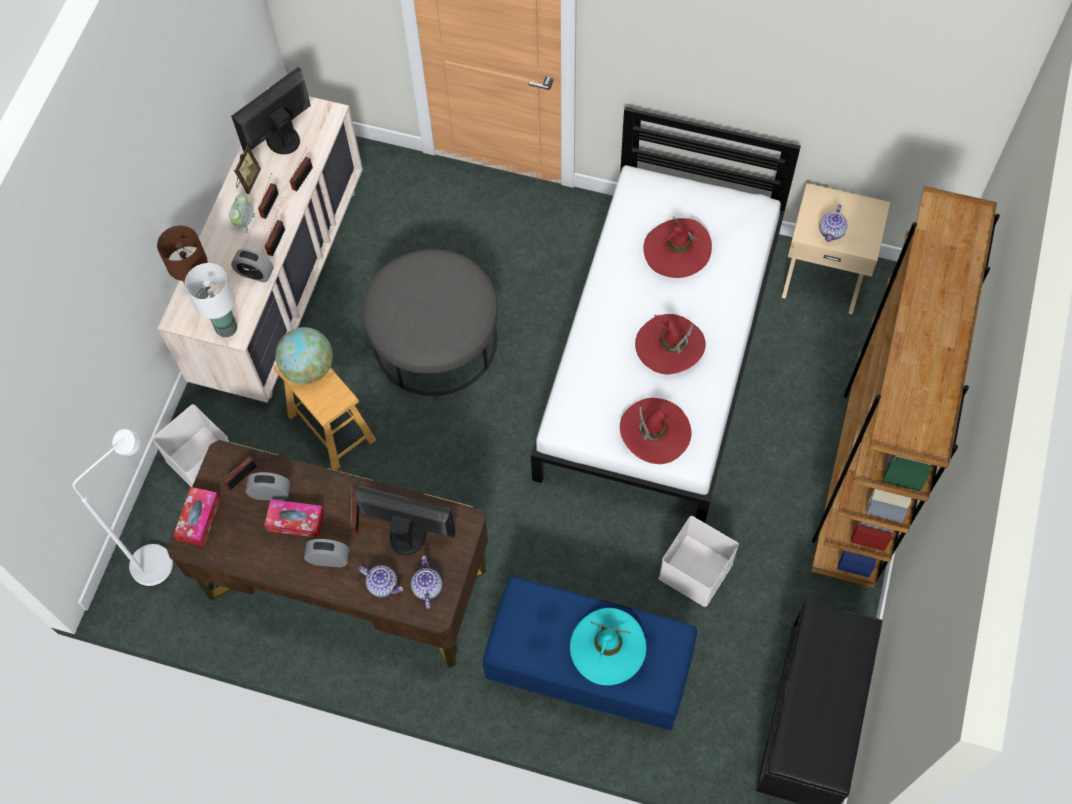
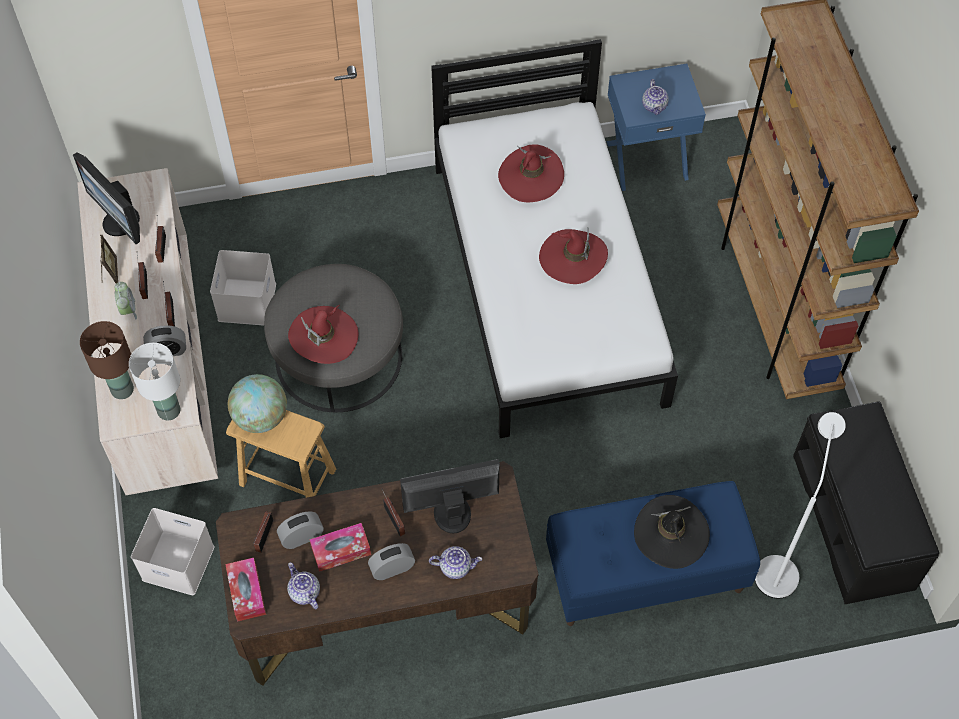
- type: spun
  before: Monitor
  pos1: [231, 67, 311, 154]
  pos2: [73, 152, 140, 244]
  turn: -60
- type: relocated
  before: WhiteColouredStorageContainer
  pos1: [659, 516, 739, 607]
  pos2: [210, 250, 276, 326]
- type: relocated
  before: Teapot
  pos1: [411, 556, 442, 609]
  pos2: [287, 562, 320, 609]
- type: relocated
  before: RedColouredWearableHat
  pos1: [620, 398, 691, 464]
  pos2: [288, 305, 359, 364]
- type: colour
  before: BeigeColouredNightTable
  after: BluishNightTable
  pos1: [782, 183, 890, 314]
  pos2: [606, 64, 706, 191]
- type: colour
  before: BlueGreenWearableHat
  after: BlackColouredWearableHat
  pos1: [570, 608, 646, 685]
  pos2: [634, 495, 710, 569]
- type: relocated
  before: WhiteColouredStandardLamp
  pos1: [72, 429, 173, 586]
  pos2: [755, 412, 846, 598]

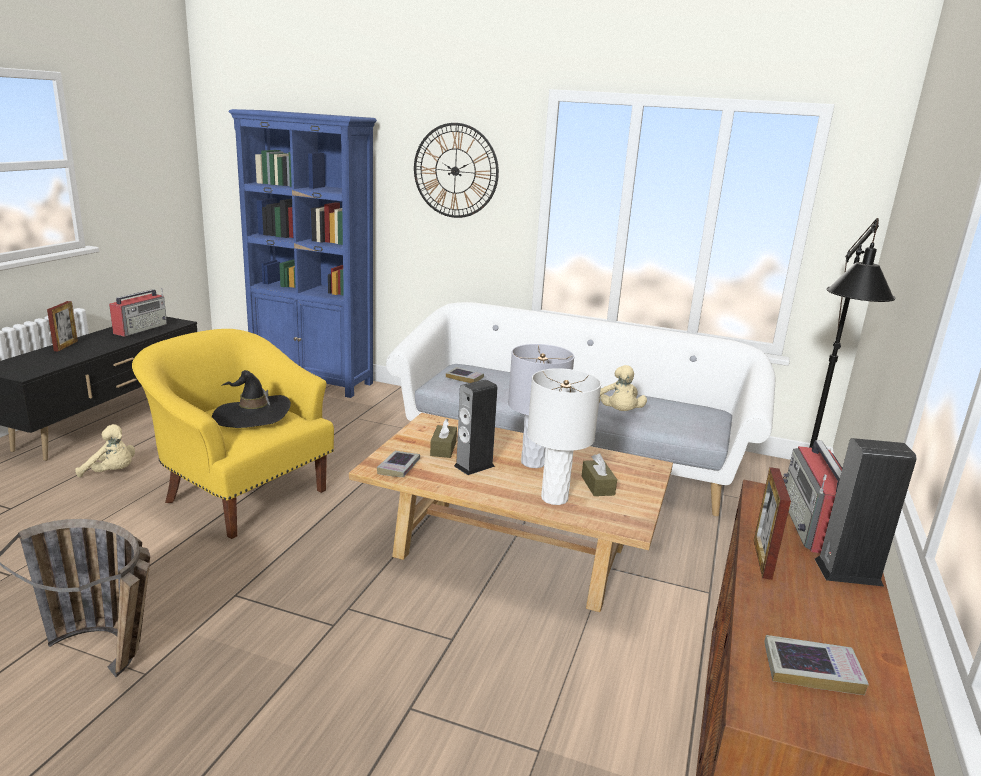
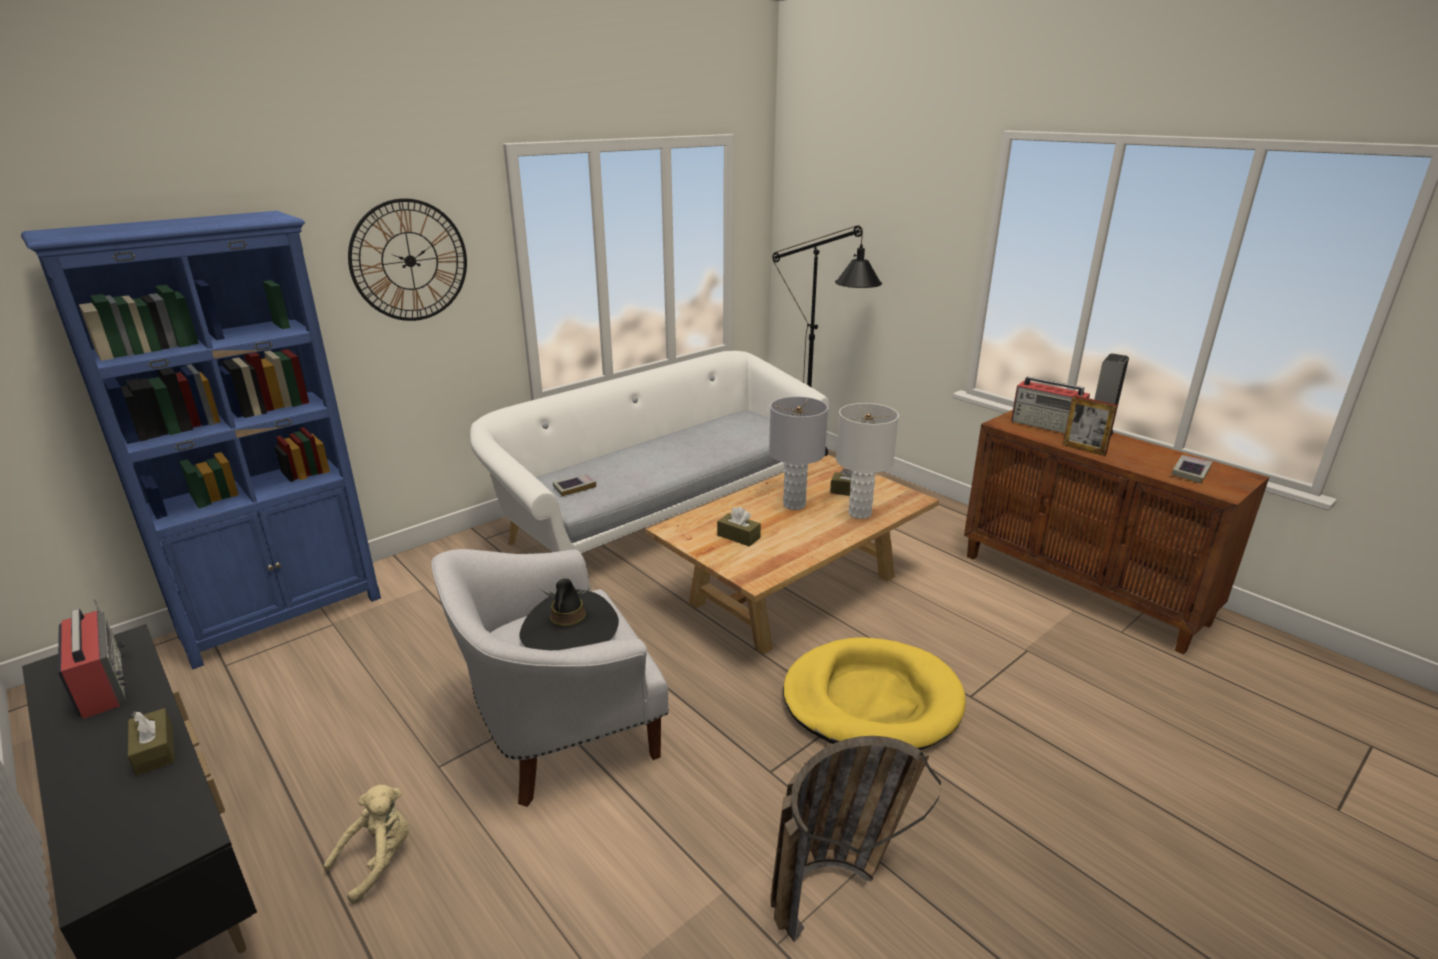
- type: appeared
  after: BrownBoxOfTissues
  pos2: [128, 708, 175, 776]
- type: colour
  before: YellowColouredArmchair
  after: WhiteColouredArmchair
  pos1: [132, 329, 334, 539]
  pos2: [431, 549, 669, 807]
- type: appeared
  after: YellowColouredDogCushion
  pos2: [783, 637, 966, 750]
- type: missing
  before: PhotoFrame
  pos1: [47, 301, 78, 352]
- type: missing
  before: Book
  pos1: [377, 451, 420, 477]
- type: missing
  before: Loudspeaker
  pos1: [454, 379, 497, 475]
- type: missing
  before: BeigeColouredCuddlyToy
  pos1: [599, 365, 647, 411]

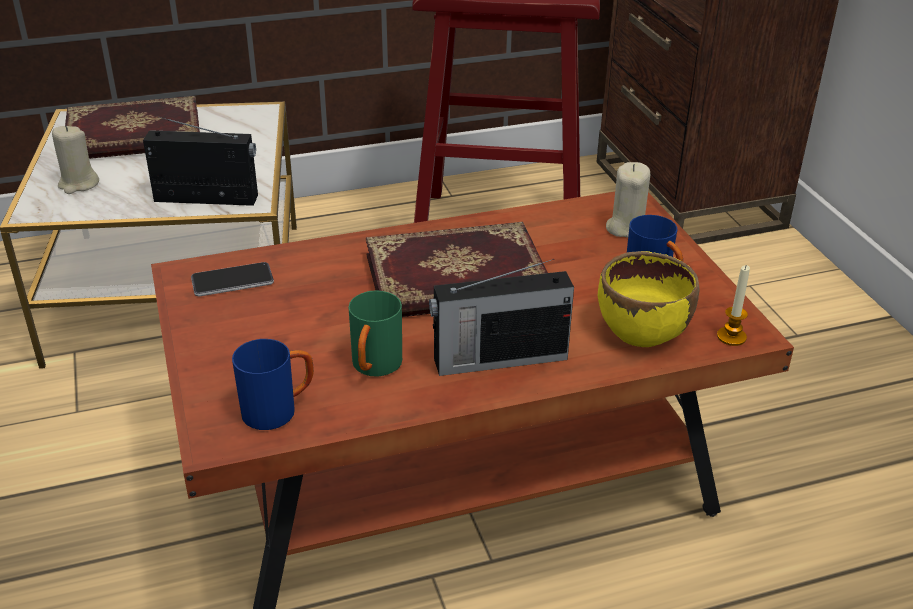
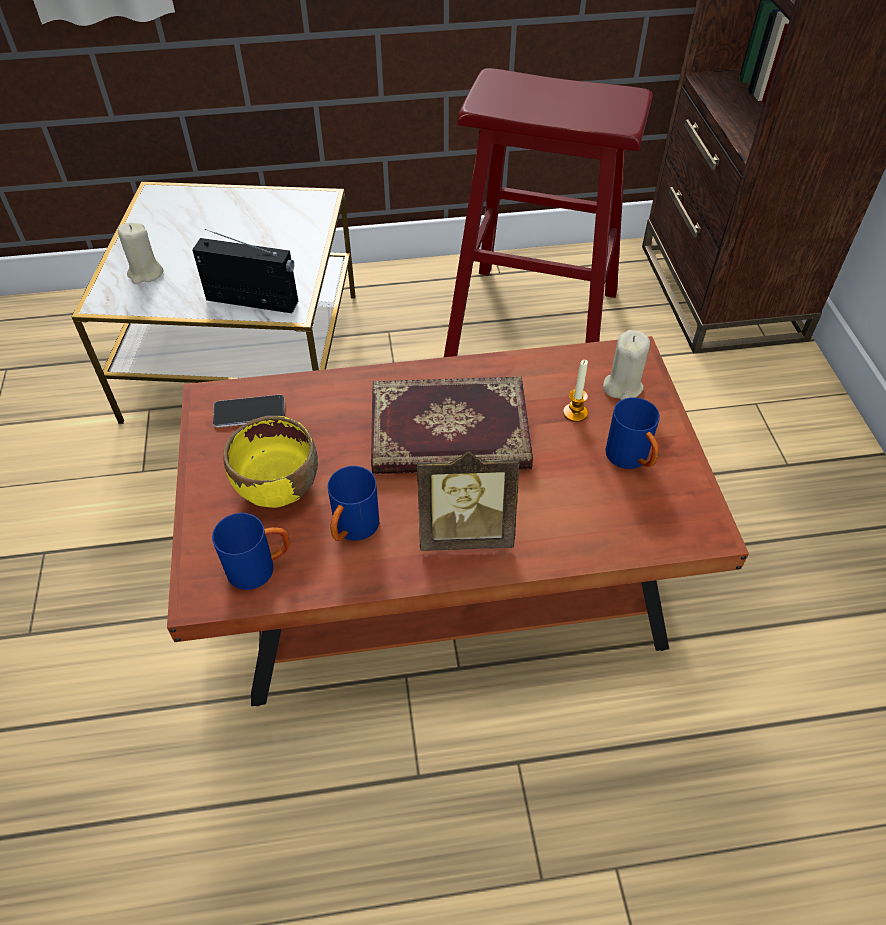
- type: relocated
  before: YellowColouredBowl
  pos1: [598, 251, 700, 347]
  pos2: [223, 416, 318, 508]
- type: colour
  before: GreenColouredCoffeeMug
  after: BluishCoffeeMug
  pos1: [349, 291, 402, 377]
  pos2: [328, 466, 379, 541]
- type: exchanged
  before: RadioReceiver
  after: PhotoFrame
  pos1: [429, 259, 574, 376]
  pos2: [417, 451, 520, 551]
- type: relocated
  before: WaxCandle
  pos1: [717, 265, 750, 346]
  pos2: [563, 360, 588, 422]
- type: missing
  before: Book
  pos1: [65, 96, 200, 159]

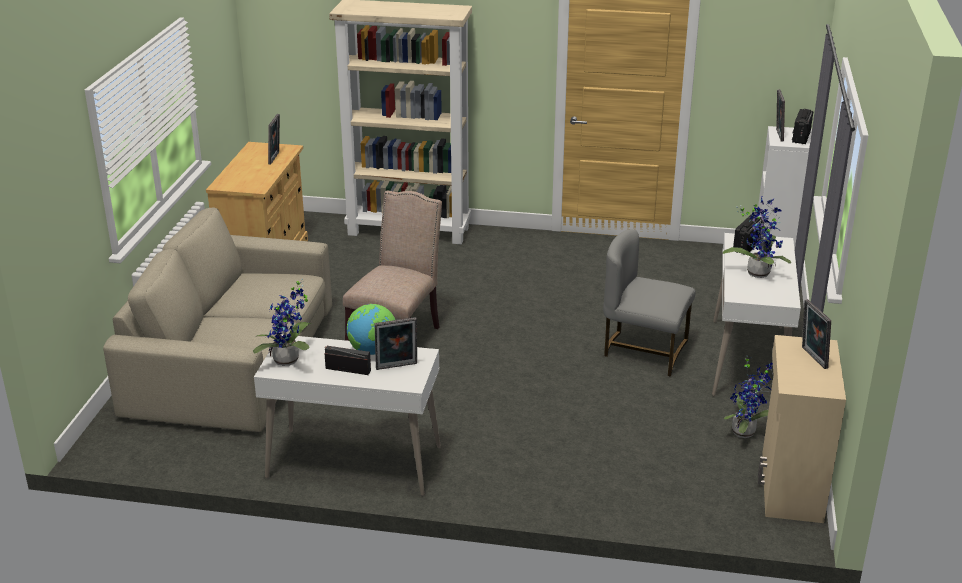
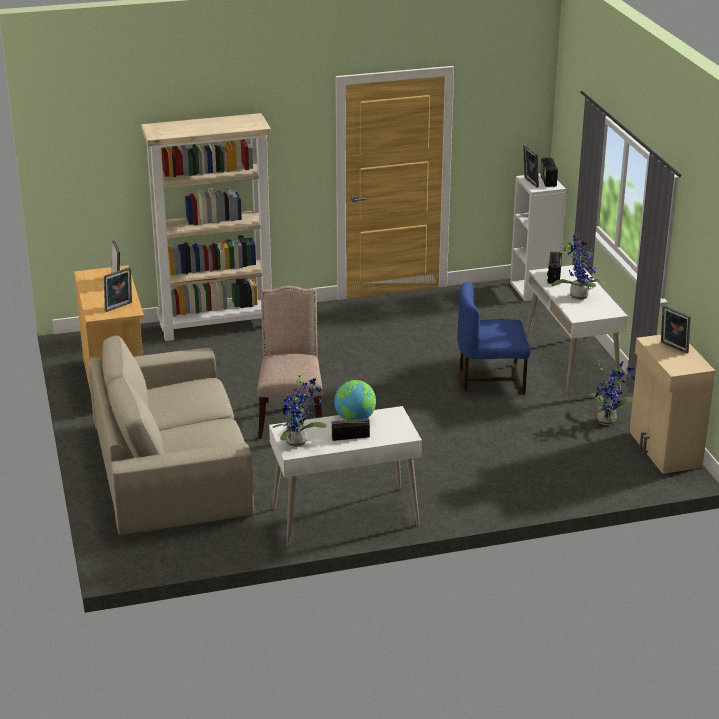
- type: relocated
  before: PhotoFrame
  pos1: [374, 317, 417, 370]
  pos2: [104, 267, 132, 312]
- type: colour
  before: GrayChair
  after: BluishChair
  pos1: [603, 229, 695, 377]
  pos2: [457, 282, 530, 394]

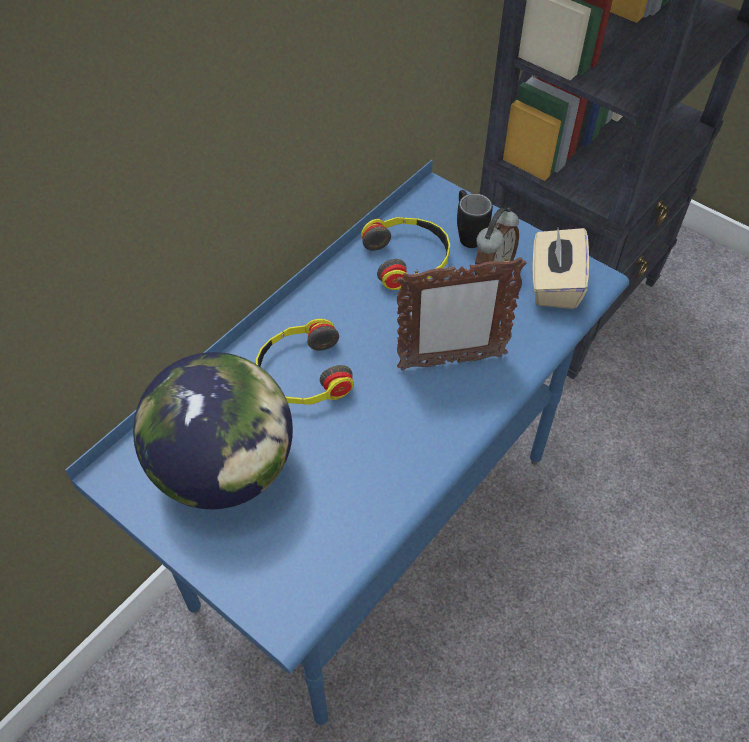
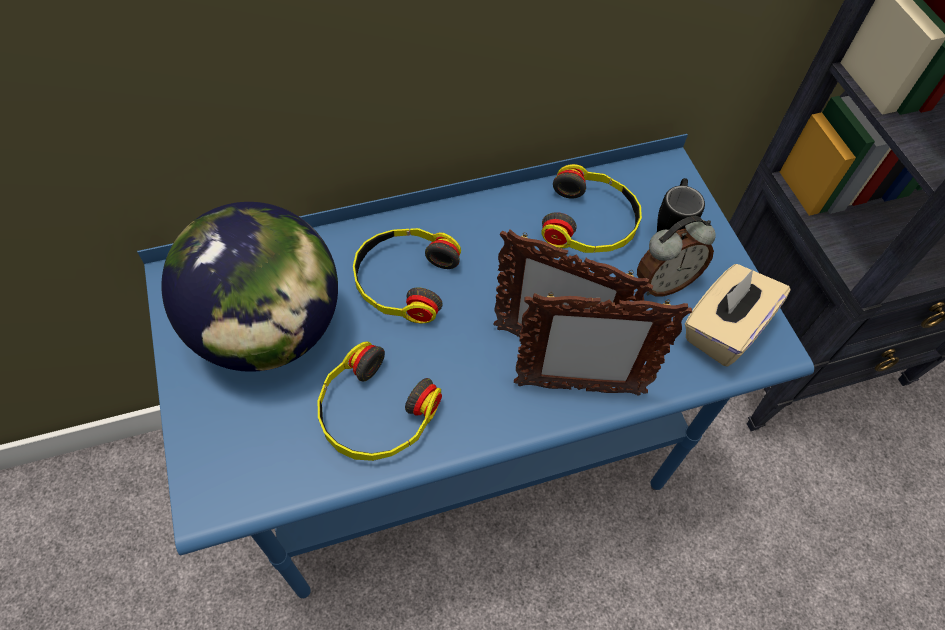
- type: appeared
  after: PairOfHeadphones
  pos2: [318, 341, 442, 461]
- type: appeared
  after: PhotoFrame
  pos2: [514, 292, 692, 395]

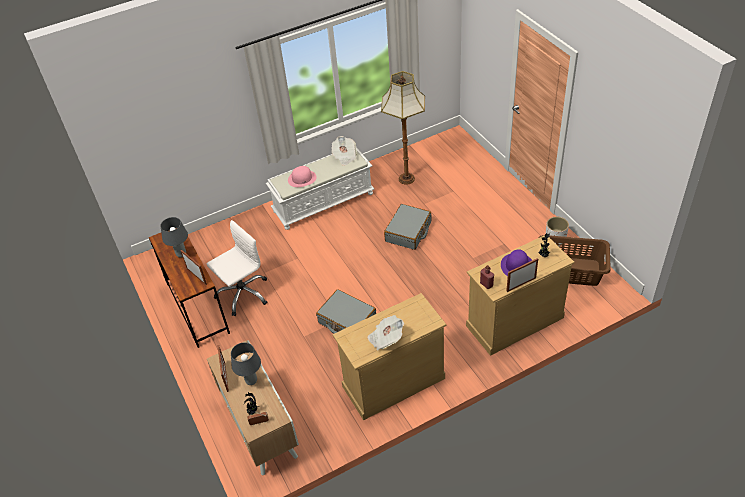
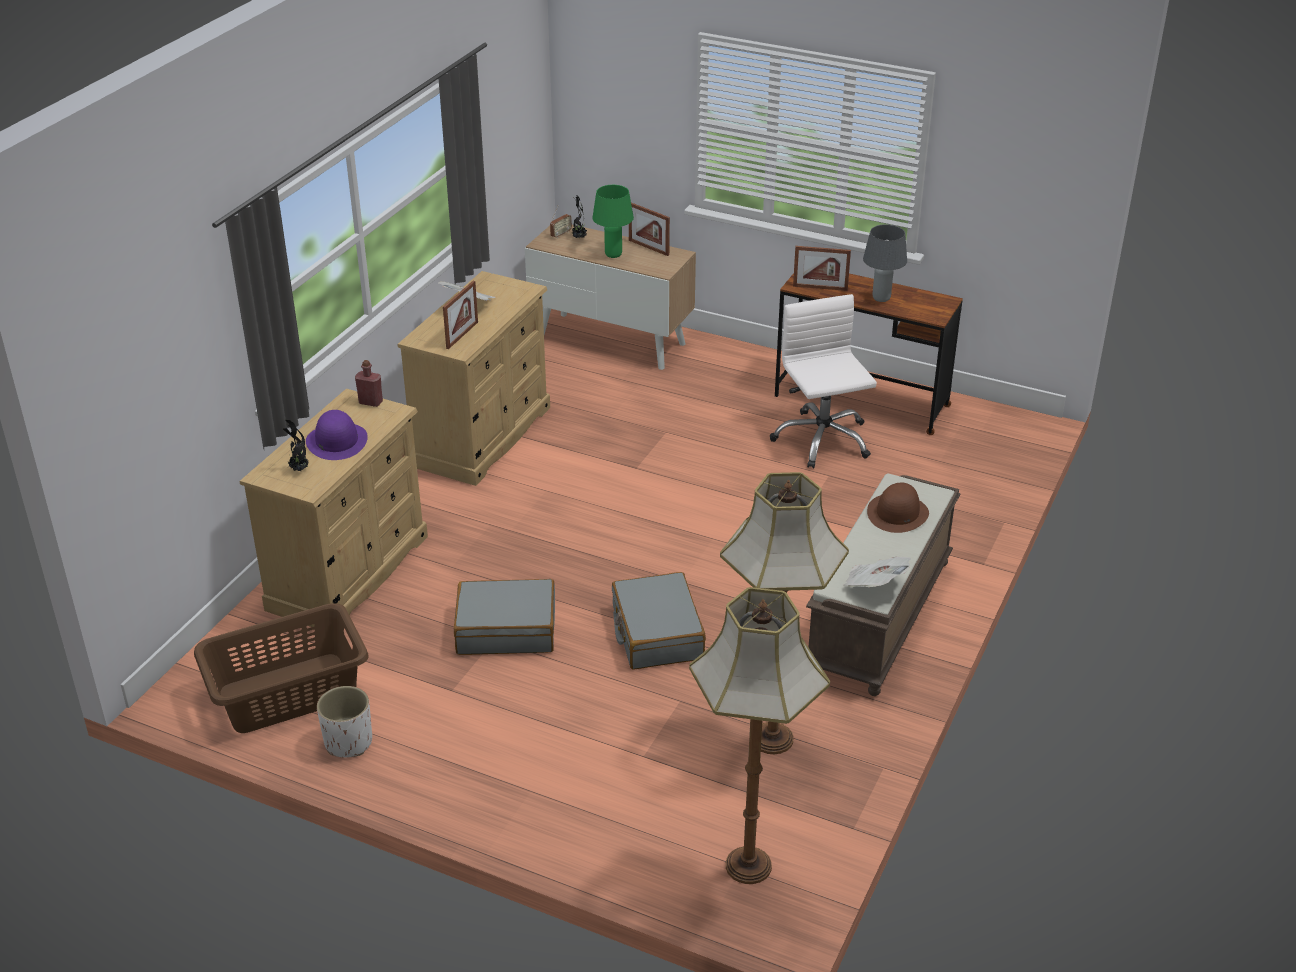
- type: relocated
  before: PhotoFrame
  pos1: [506, 258, 538, 292]
  pos2: [443, 281, 478, 349]
- type: relocated
  before: GrayTravelCase
  pos1: [316, 289, 376, 334]
  pos2: [454, 579, 555, 655]
- type: colour
  before: GrayLampForATable
  after: GreenColouredLampForATable
  pos1: [231, 342, 261, 385]
  pos2: [592, 185, 634, 258]
- type: appeared
  after: StandardLamp
  pos2: [689, 587, 830, 884]
- type: spun
  before: WhiteColouredComputerChair
  pos1: [207, 220, 267, 316]
  pos2: [770, 294, 877, 468]
  turn: 150
- type: colour
  before: WhiteColouredLongSeat
  after: BrownLongSeat
  pos1: [266, 147, 374, 230]
  pos2: [806, 474, 960, 696]
- type: colour
  before: PinkWearableHat
  after: BrownWearableHat
  pos1: [288, 166, 317, 187]
  pos2: [867, 483, 929, 533]

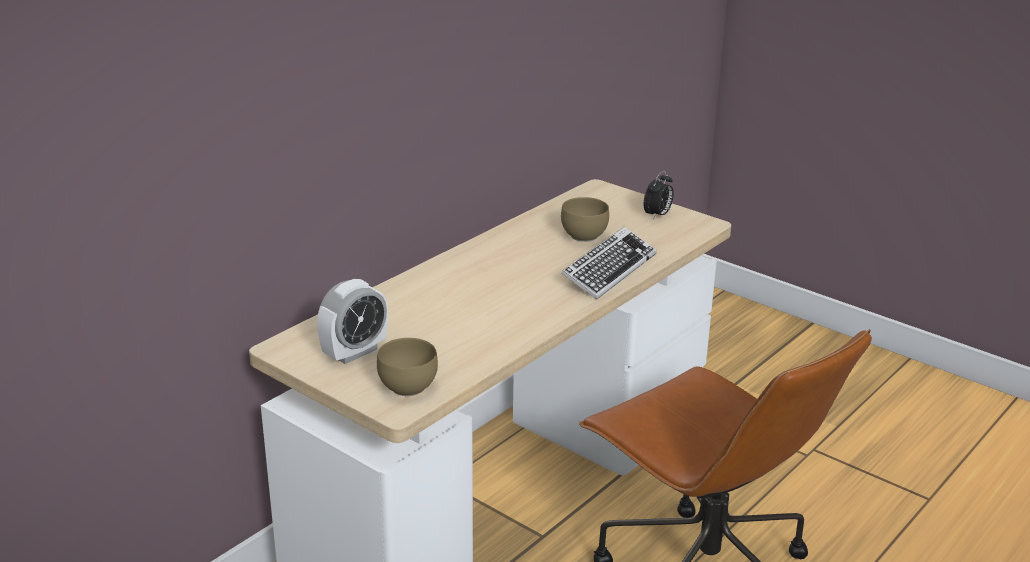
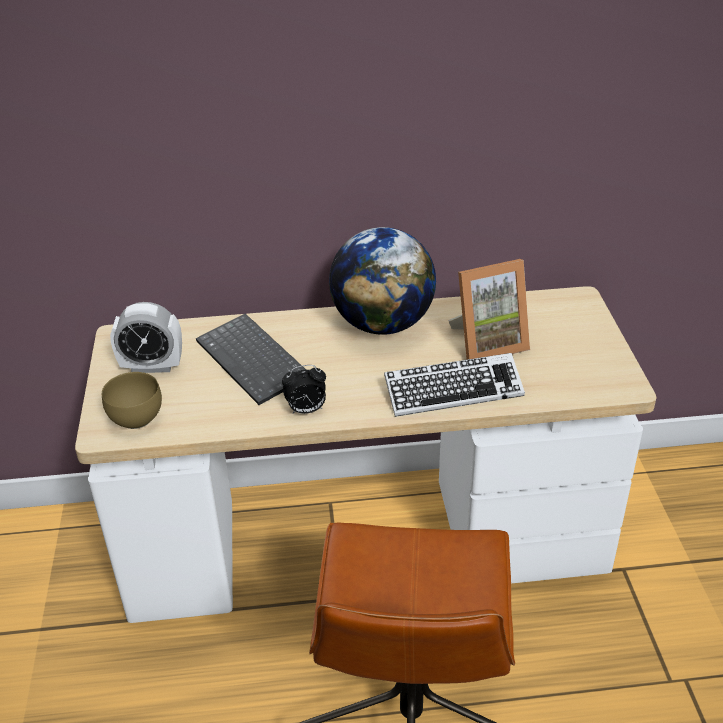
- type: appeared
  after: ComputerKeyboard
  pos2: [196, 314, 306, 405]
- type: relocated
  before: AlarmClock
  pos1: [644, 171, 674, 220]
  pos2: [282, 365, 326, 414]
- type: appeared
  after: Globe
  pos2: [329, 227, 436, 335]
- type: exchanged
  before: BrownBowl
  after: PhotoFrame
  pos1: [561, 197, 609, 242]
  pos2: [448, 259, 530, 360]

